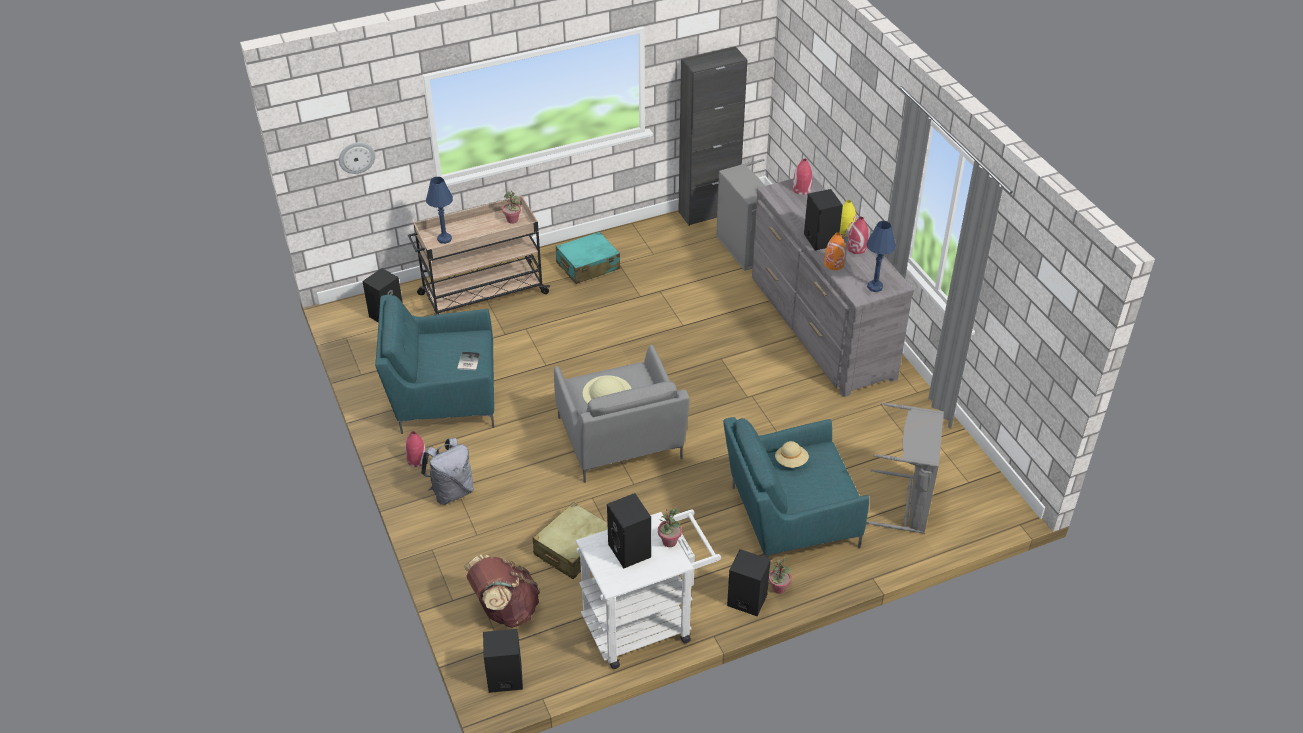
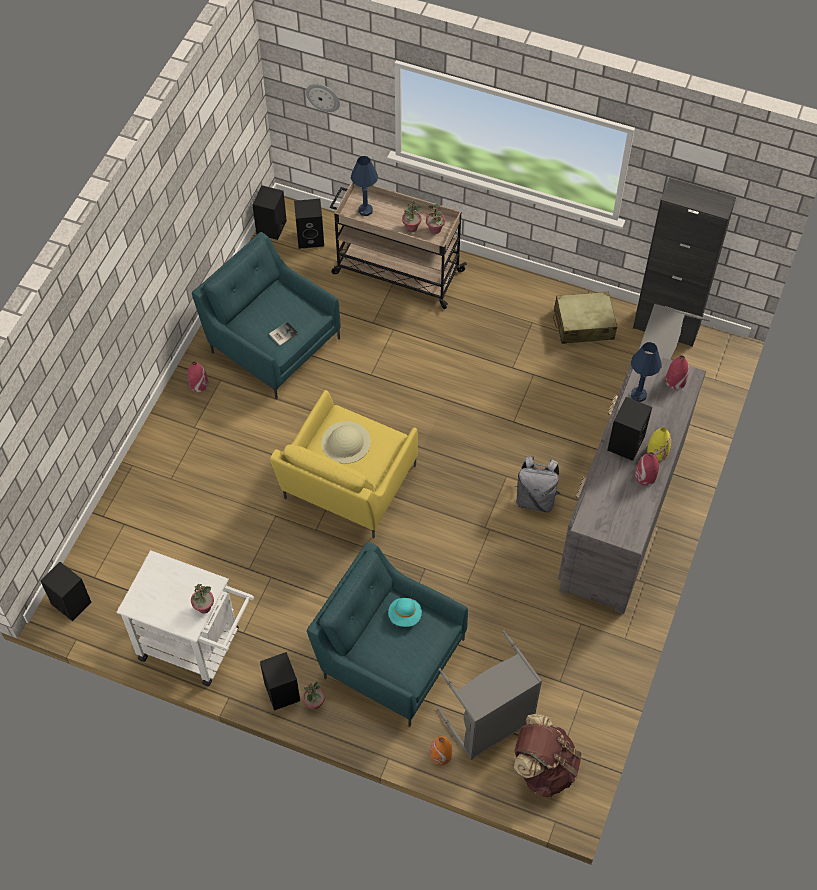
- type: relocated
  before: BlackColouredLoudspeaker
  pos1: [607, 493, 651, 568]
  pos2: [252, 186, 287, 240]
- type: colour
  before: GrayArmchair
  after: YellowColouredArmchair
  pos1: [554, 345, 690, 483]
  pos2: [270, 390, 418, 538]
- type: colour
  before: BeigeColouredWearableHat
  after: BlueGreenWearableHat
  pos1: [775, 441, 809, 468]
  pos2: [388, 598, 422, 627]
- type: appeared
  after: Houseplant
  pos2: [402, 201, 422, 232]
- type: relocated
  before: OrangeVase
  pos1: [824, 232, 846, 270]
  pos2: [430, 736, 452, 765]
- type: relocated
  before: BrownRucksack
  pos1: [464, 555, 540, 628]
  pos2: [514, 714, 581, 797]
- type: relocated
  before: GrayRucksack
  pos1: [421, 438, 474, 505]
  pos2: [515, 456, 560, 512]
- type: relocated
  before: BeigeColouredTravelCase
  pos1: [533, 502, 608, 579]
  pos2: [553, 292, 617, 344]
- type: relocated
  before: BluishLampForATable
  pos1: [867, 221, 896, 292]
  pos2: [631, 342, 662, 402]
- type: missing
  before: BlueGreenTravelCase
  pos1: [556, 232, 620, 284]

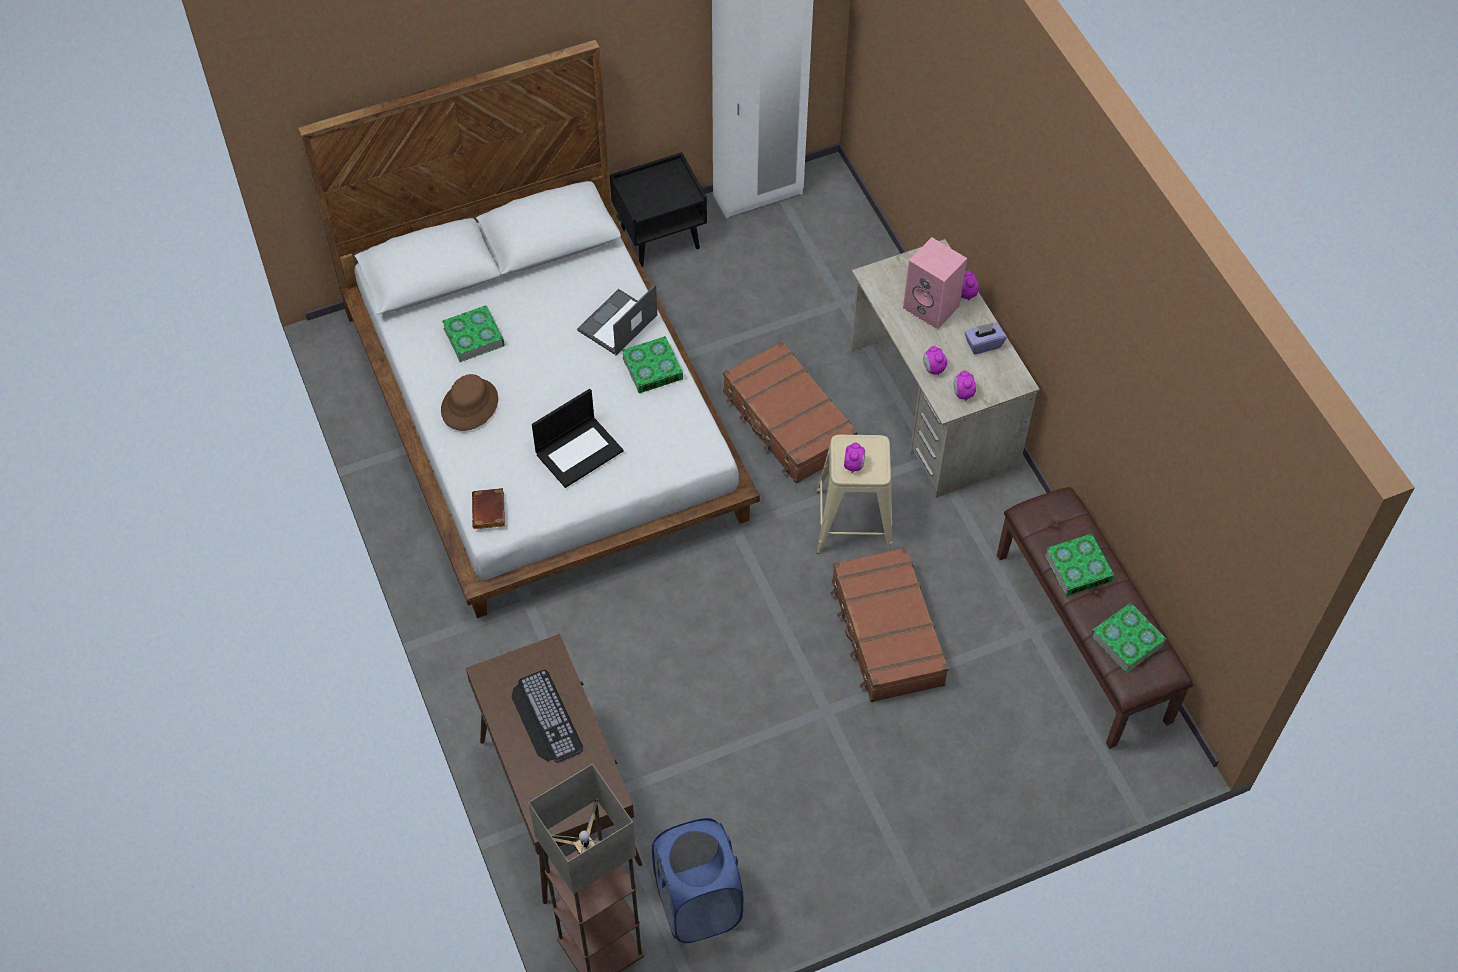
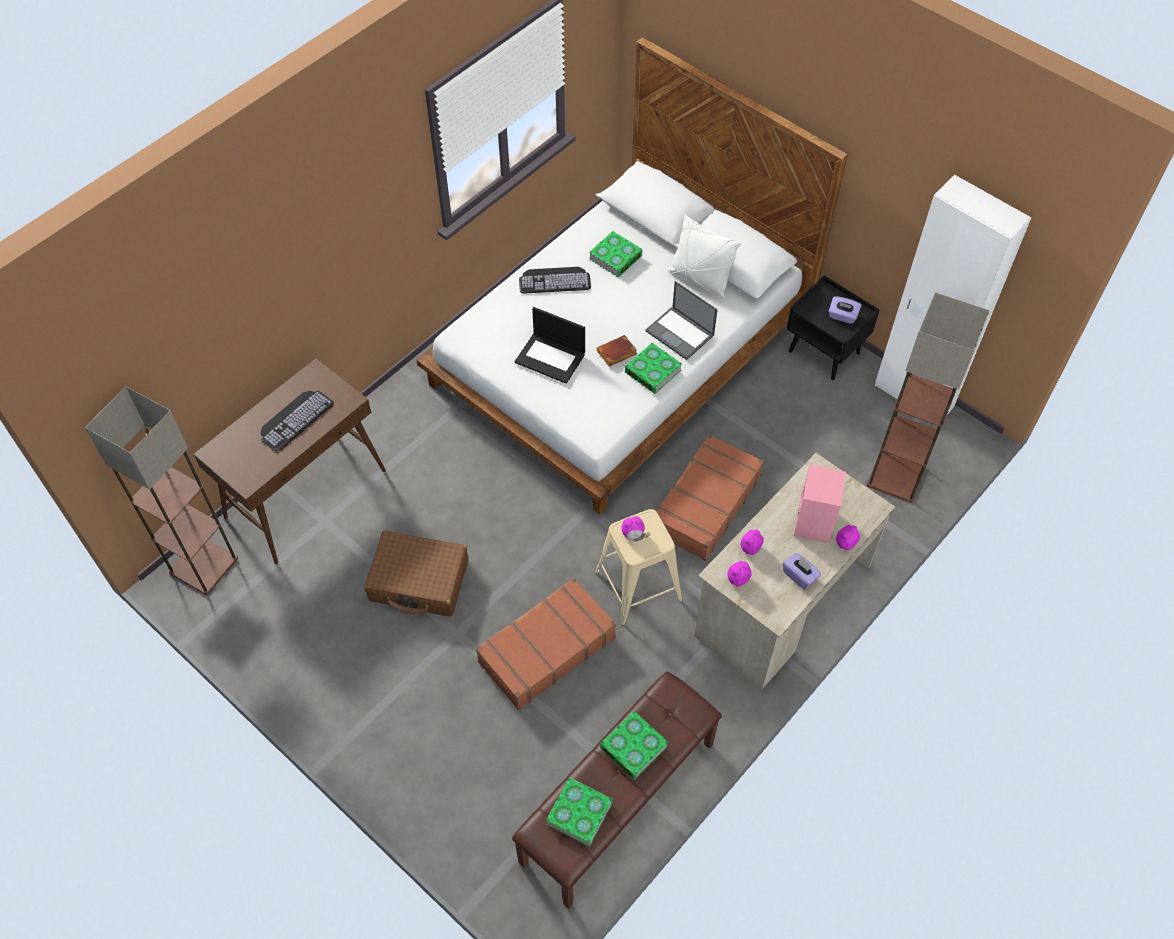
- type: appeared
  after: BrownTravelCase
  pos2: [364, 530, 468, 617]
- type: exchanged
  before: BrownWearableHat
  after: ComputerKeyboard
  pos1: [441, 374, 498, 431]
  pos2: [519, 267, 591, 294]
- type: relocated
  before: BrownBook
  pos1: [472, 488, 505, 529]
  pos2: [597, 335, 637, 367]
- type: spun
  before: NotebookComputer
  pos1: [577, 284, 657, 355]
  pos2: [645, 281, 718, 360]
  turn: -150
- type: appeared
  after: WhiteColouredCushion
  pos2: [668, 214, 741, 298]
- type: appeared
  after: PurplishBoxOfTissues
  pos2: [829, 296, 861, 324]
- type: appeared
  after: StandardLamp
  pos2: [867, 292, 990, 503]
- type: missing
  before: BluishWashingBasket
  pos1: [652, 818, 743, 943]

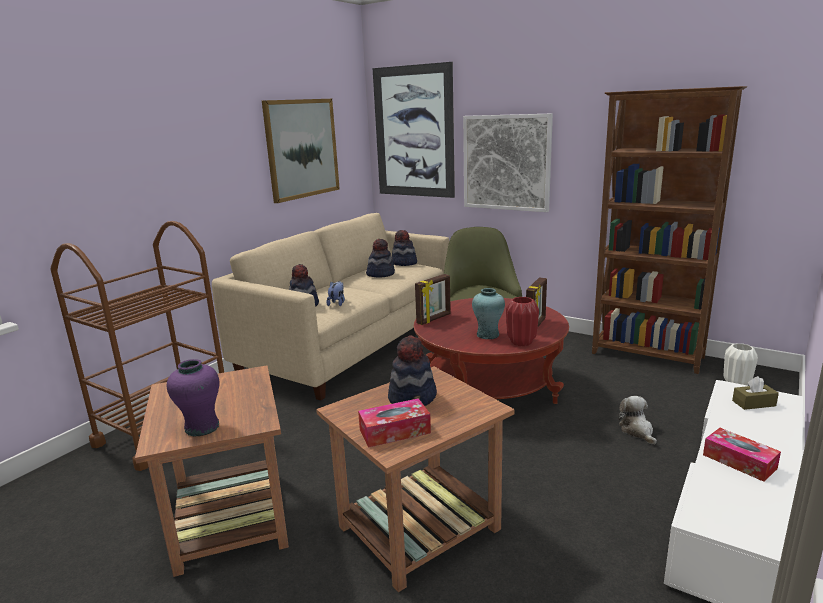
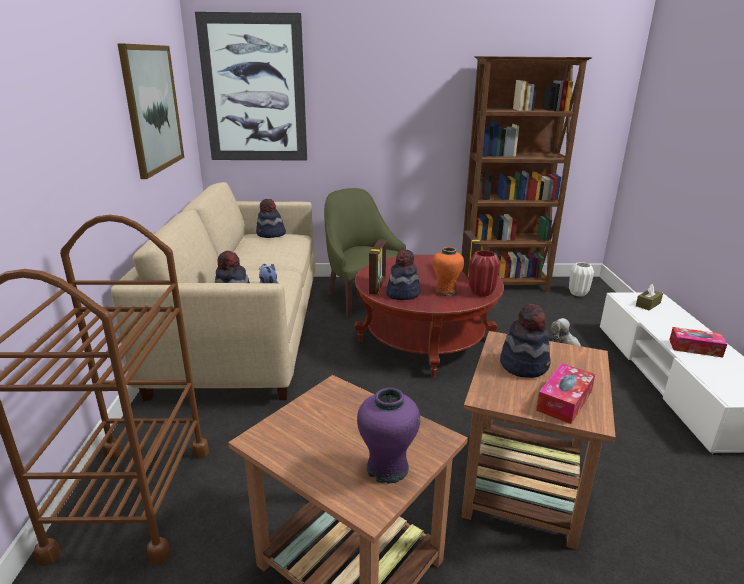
- type: relocated
  before: WearableHat
  pos1: [366, 239, 395, 278]
  pos2: [386, 250, 421, 300]
- type: colour
  before: BlueGreenVase
  after: OrangeVase
  pos1: [472, 288, 505, 339]
  pos2: [433, 247, 464, 296]
- type: missing
  before: Picture
  pos1: [463, 113, 553, 212]

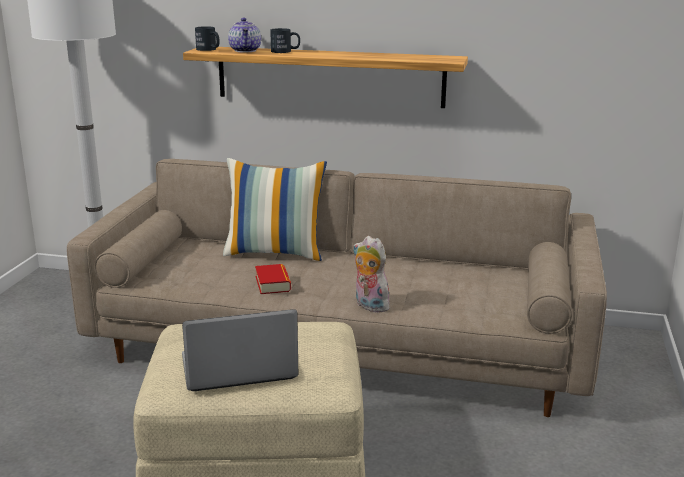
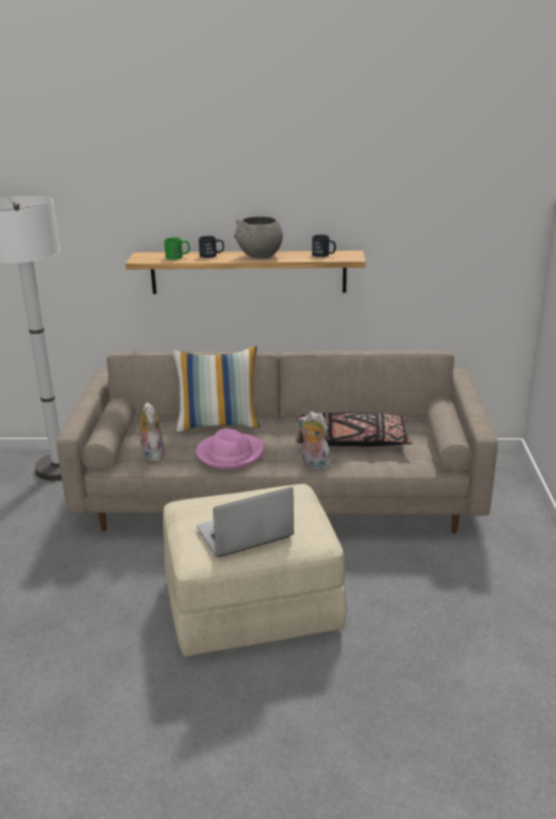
- type: appeared
  after: CuddlyToy
  pos2: [136, 402, 165, 462]
- type: exchanged
  before: Teapot
  after: GreenColouredCoffeeMug
  pos1: [228, 18, 261, 52]
  pos2: [164, 237, 190, 260]
- type: exchanged
  before: Book
  after: PinkWearableHat
  pos1: [255, 264, 291, 294]
  pos2: [196, 428, 264, 469]
- type: appeared
  after: GrayBowl
  pos2: [234, 216, 283, 259]
- type: appeared
  after: BlackColouredCushion
  pos2: [296, 412, 413, 446]
- type: relocated
  before: BlackColouredCoffeeMug
  pos1: [195, 26, 220, 51]
  pos2: [312, 235, 336, 257]

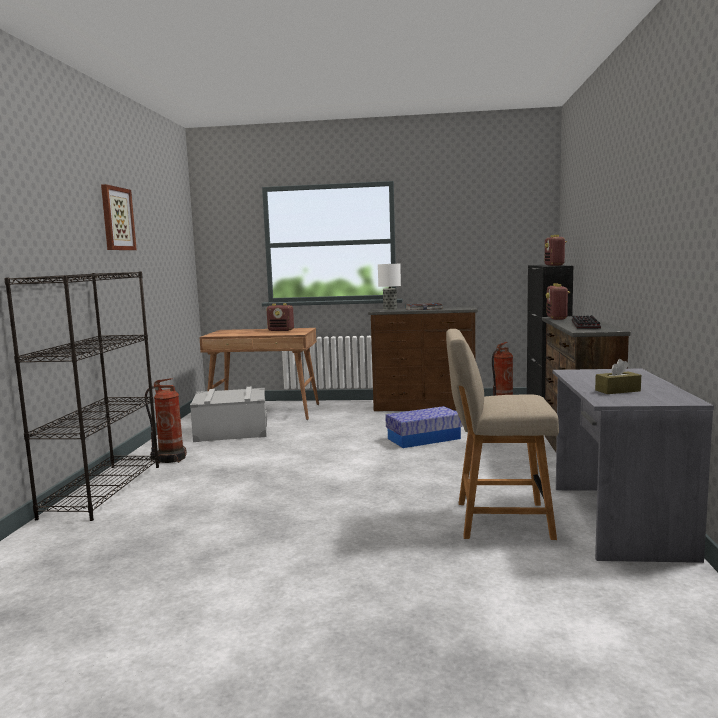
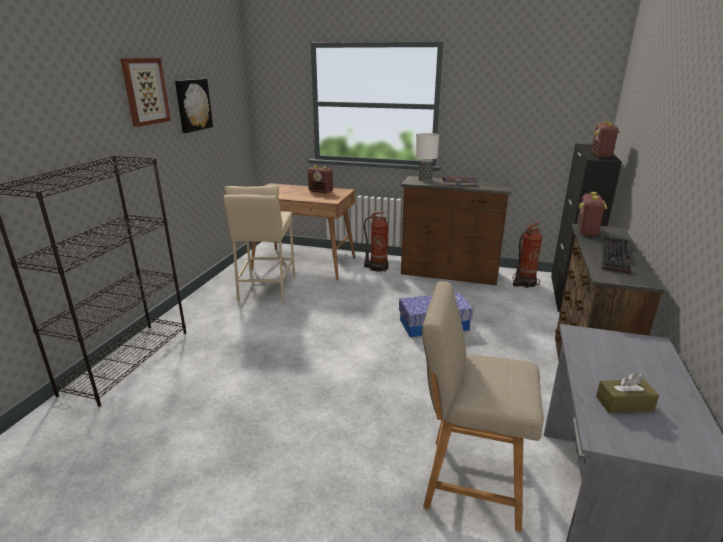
- type: appeared
  after: Picture
  pos2: [175, 79, 213, 133]
- type: exchanged
  before: GrayStorageContainer
  after: BeigeColouredStool
  pos1: [190, 386, 267, 442]
  pos2: [224, 185, 295, 302]
- type: relocated
  before: Extinguisher
  pos1: [145, 378, 187, 463]
  pos2: [364, 212, 389, 272]

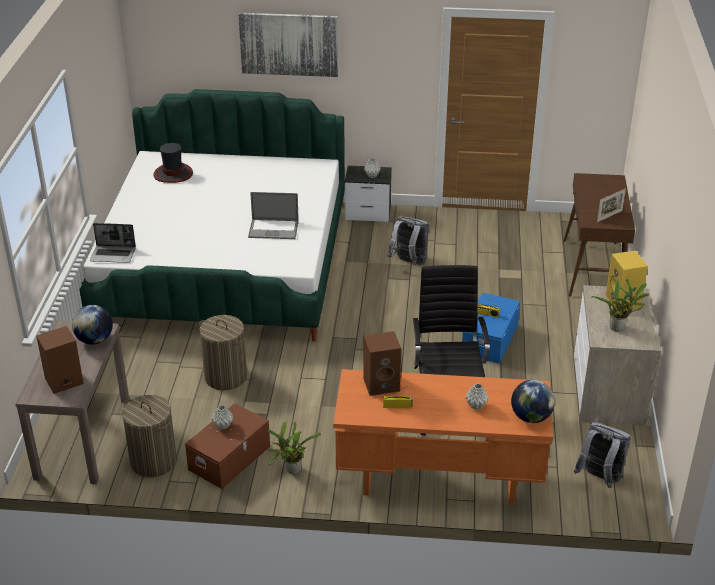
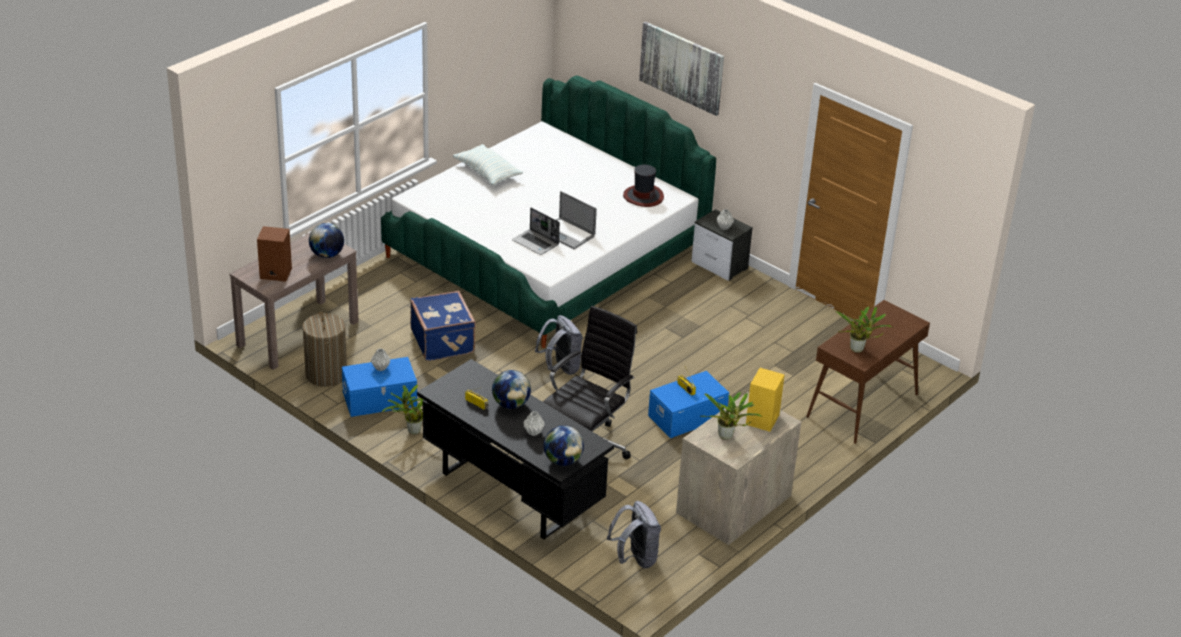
- type: colour
  before: BrownStorageContainer
  after: BluishStorageContainer
  pos1: [185, 403, 270, 489]
  pos2: [342, 357, 417, 417]
- type: exchanged
  before: WashingBasket
  after: BluishTravelCase
  pos1: [199, 315, 247, 390]
  pos2: [410, 291, 476, 361]
- type: colour
  before: OrangeDeskUnit
  after: BlackColouredDeskUnit
  pos1: [333, 369, 553, 505]
  pos2: [417, 359, 614, 539]
- type: appeared
  after: Cushion
  pos2: [453, 144, 523, 186]
- type: appeared
  after: Globe
  pos2: [492, 370, 531, 409]
- type: relocated
  before: NotebookComputer
  pos1: [90, 223, 136, 263]
  pos2: [512, 208, 560, 255]
- type: relocated
  before: GrayRucksack
  pos1: [387, 216, 429, 265]
  pos2: [535, 315, 583, 375]
- type: relocated
  before: WearableHat
  pos1: [153, 143, 193, 183]
  pos2: [623, 165, 664, 207]
- type: exchanged
  before: PhotoFrame
  after: Houseplant
  pos1: [597, 188, 626, 222]
  pos2: [835, 307, 892, 353]
- type: missing
  before: BrownLoudspeaker
  pos1: [363, 331, 401, 396]

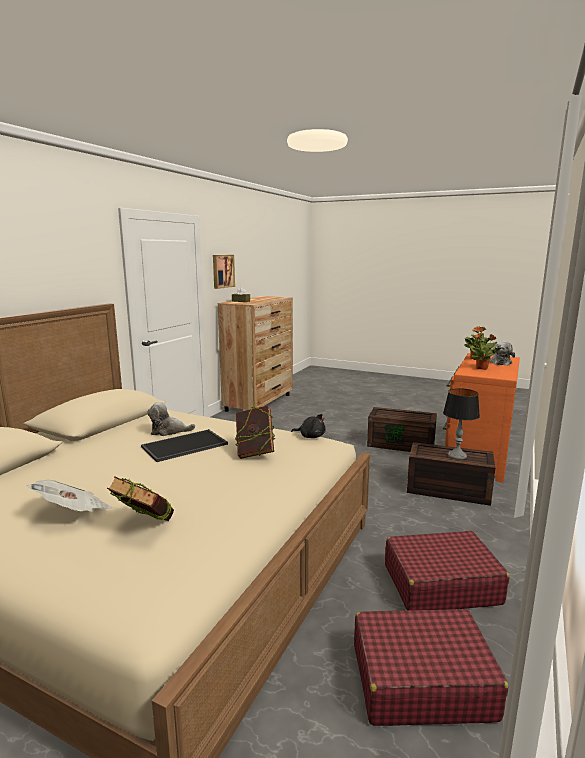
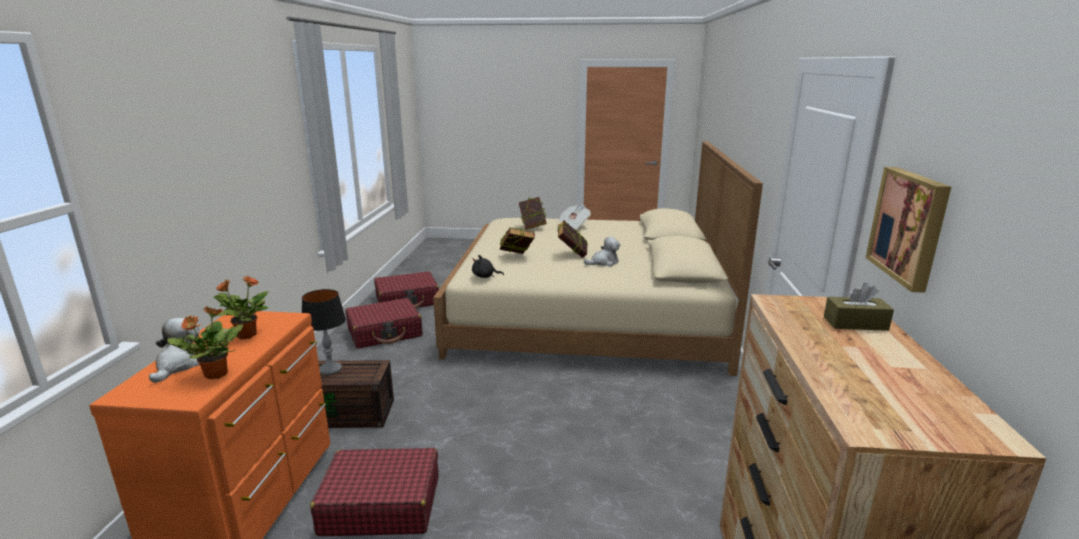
- type: exchanged
  before: BrownStorageContainer
  after: RedColouredTravelCase
  pos1: [367, 407, 437, 452]
  pos2: [310, 448, 439, 536]
- type: exchanged
  before: CarryingTray
  after: Book
  pos1: [141, 429, 228, 462]
  pos2: [558, 220, 588, 258]

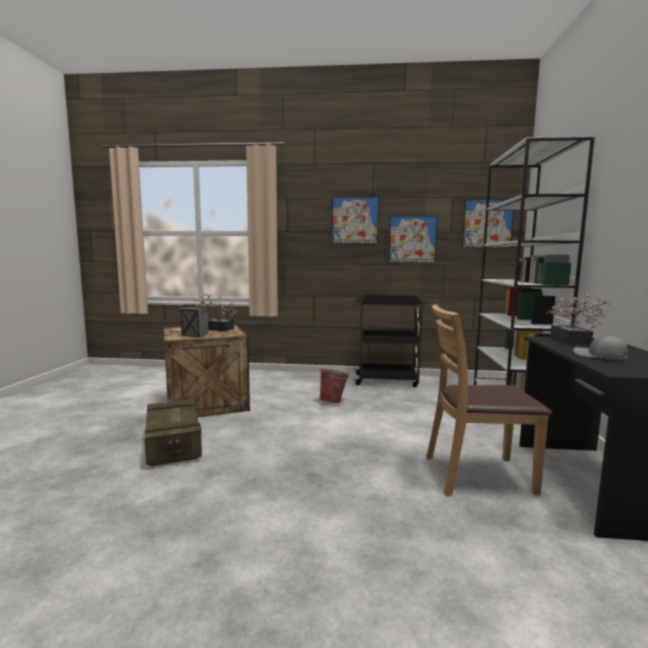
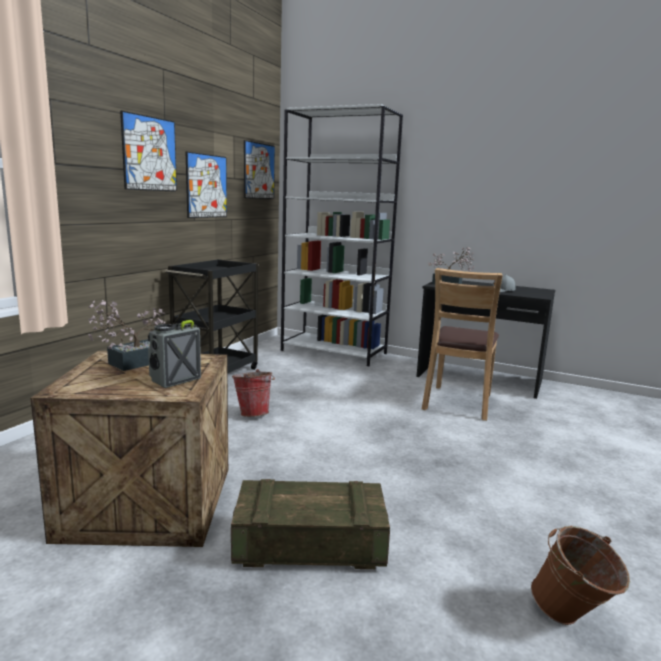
- type: appeared
  after: BrownBucket
  pos2: [531, 525, 630, 625]

